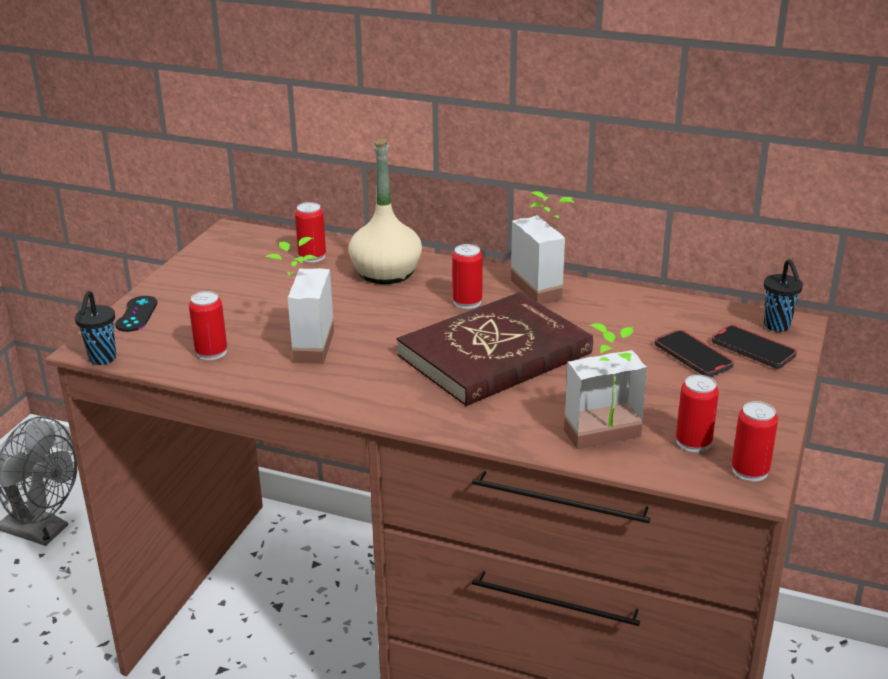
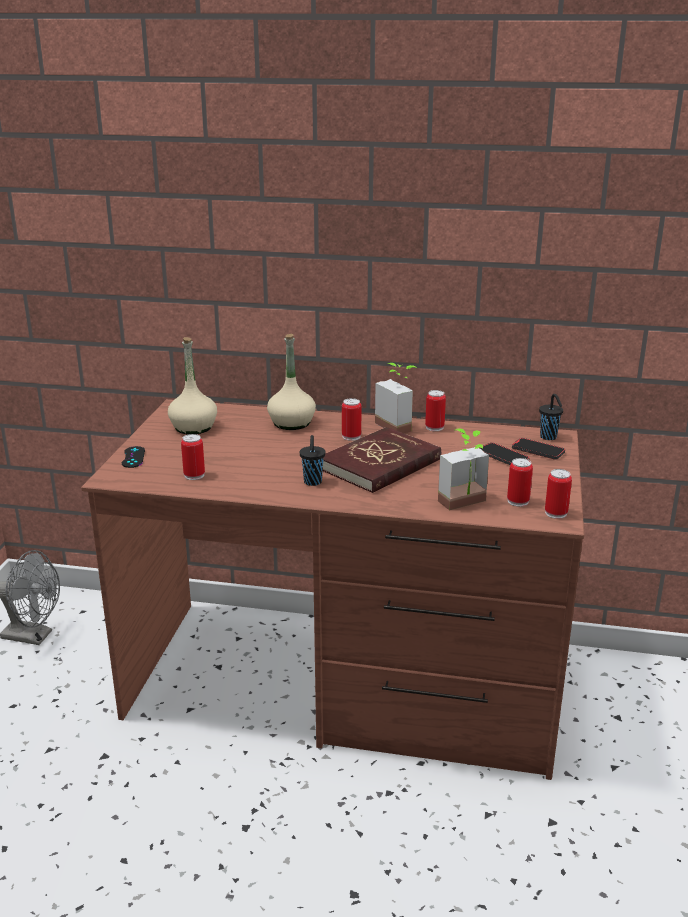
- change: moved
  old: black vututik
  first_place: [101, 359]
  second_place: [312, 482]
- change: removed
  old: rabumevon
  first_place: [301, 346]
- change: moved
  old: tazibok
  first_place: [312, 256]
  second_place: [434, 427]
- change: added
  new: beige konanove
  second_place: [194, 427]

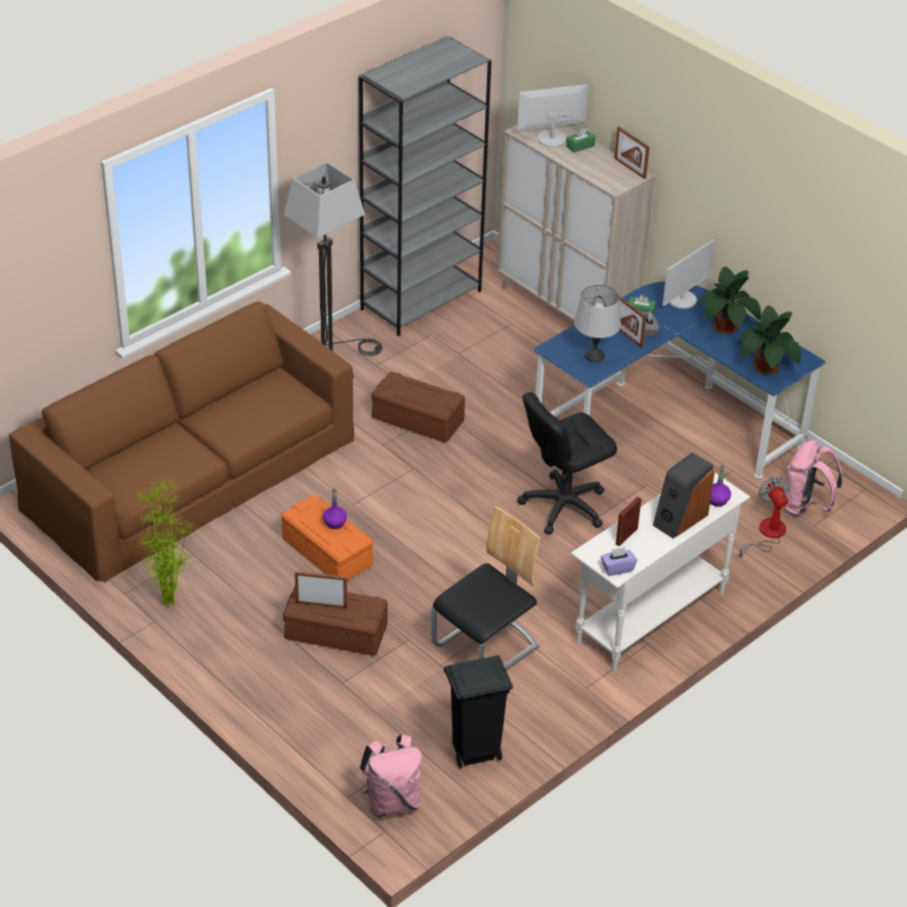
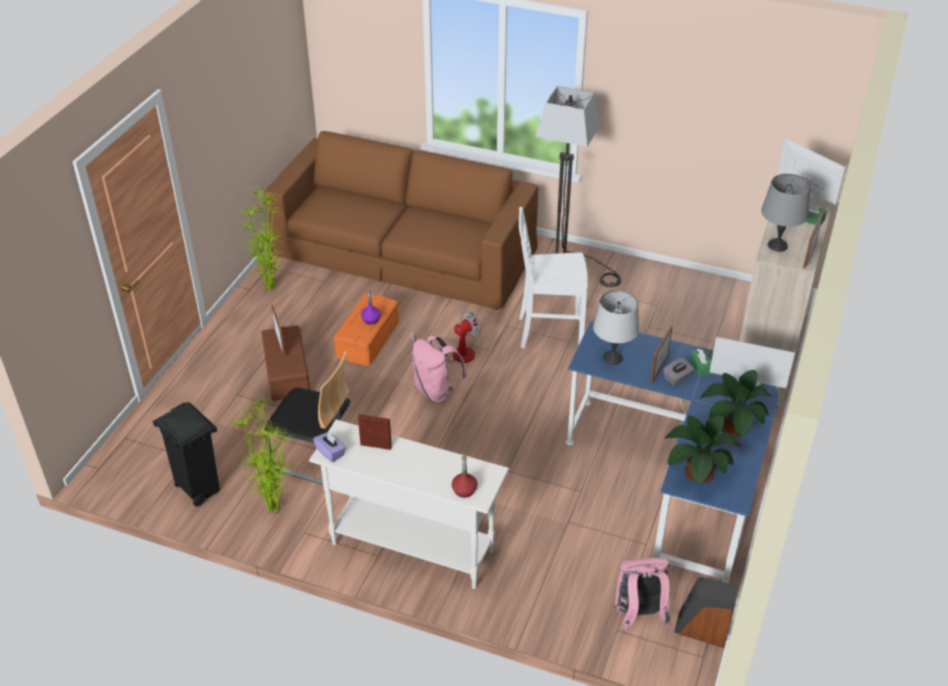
- change: removed
  old: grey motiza
  first_place: [421, 299]
- change: moved
  old: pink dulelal
  first_place: [392, 801]
  second_place: [436, 391]
- change: replaced
  old: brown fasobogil
  new: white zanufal
  first_place: [417, 420]
  second_place: [548, 332]
- change: removed
  old: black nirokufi
  first_place: [563, 505]
- change: moved
  old: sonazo
  first_place: [679, 519]
  second_place: [702, 628]
- change: recoloured
  old: purple konanove
  new: red konanove
  first_place: [717, 500]
  second_place: [464, 490]
- change: moved
  old: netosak
  first_place: [767, 534]
  second_place: [455, 354]
- change: added
  new: rabumevon
  second_place: [273, 508]
- change: added
  new: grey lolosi
  second_place: [778, 245]

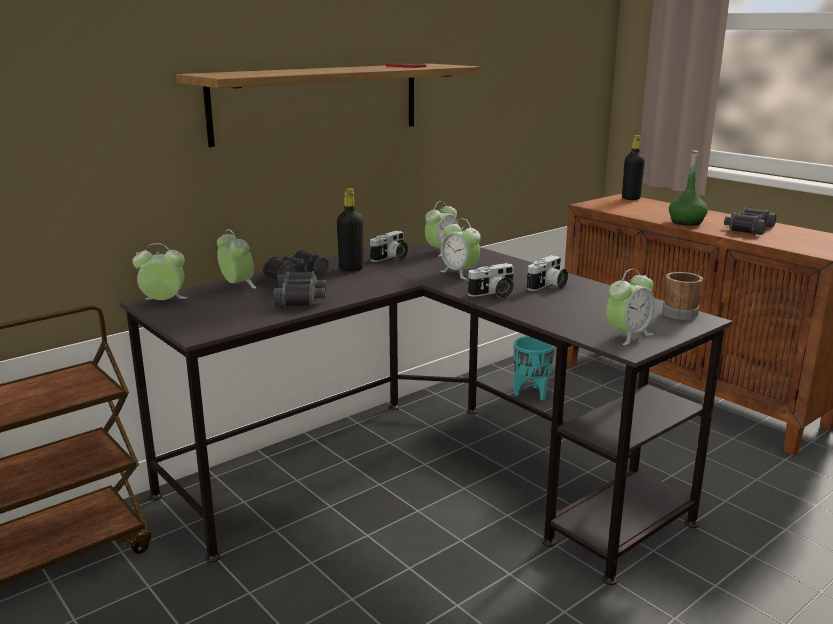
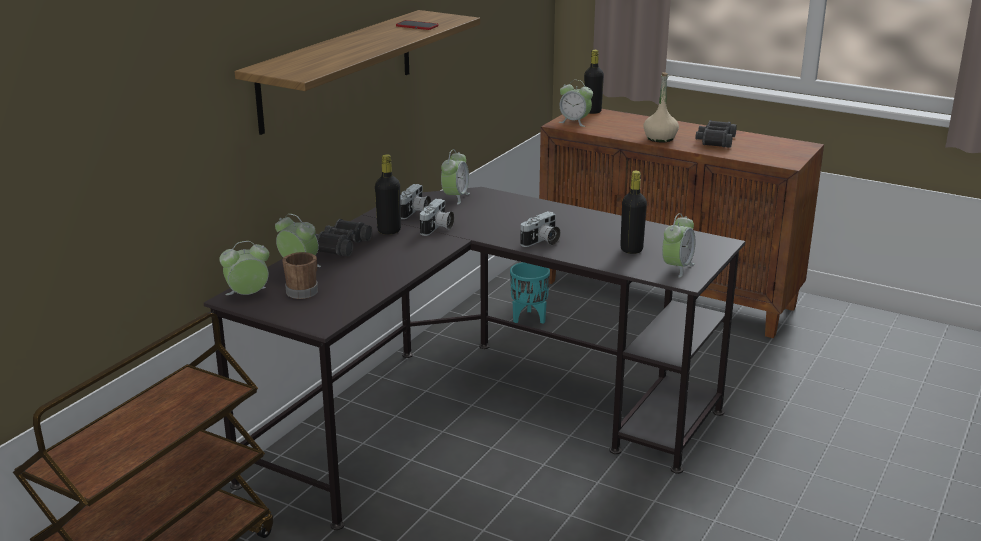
- change: removed
  old: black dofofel
  first_place: [301, 298]
- change: moved
  old: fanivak
  first_place: [459, 273]
  second_place: [575, 122]
- change: moved
  old: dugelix
  first_place: [548, 286]
  second_place: [437, 228]
- change: moved
  old: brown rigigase
  first_place: [682, 313]
  second_place: [304, 290]
- change: recoloured
  old: green konanove
  new: beige konanove
  first_place: [686, 222]
  second_place: [660, 138]
- change: added
  new: black konanove
  second_place: [631, 249]

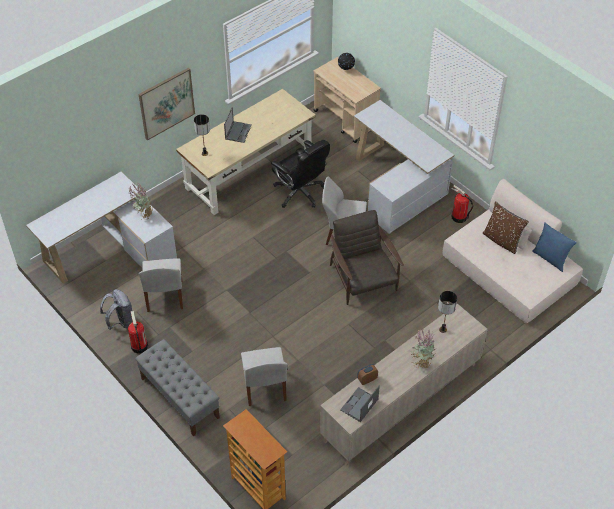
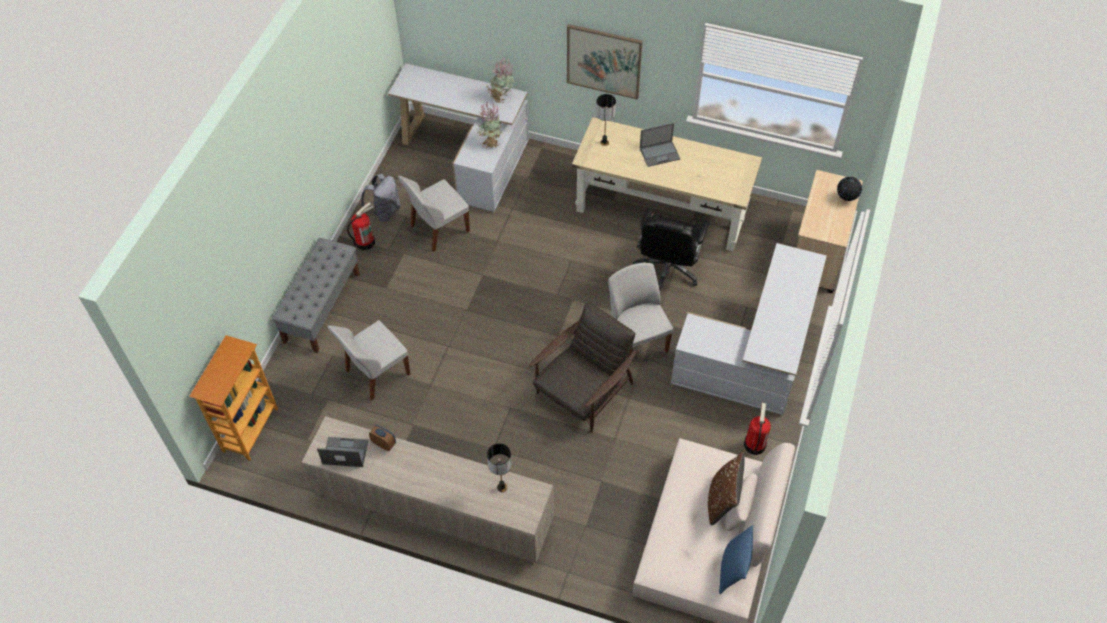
- change: moved
  old: rabumevon
  first_place: [421, 361]
  second_place: [501, 97]

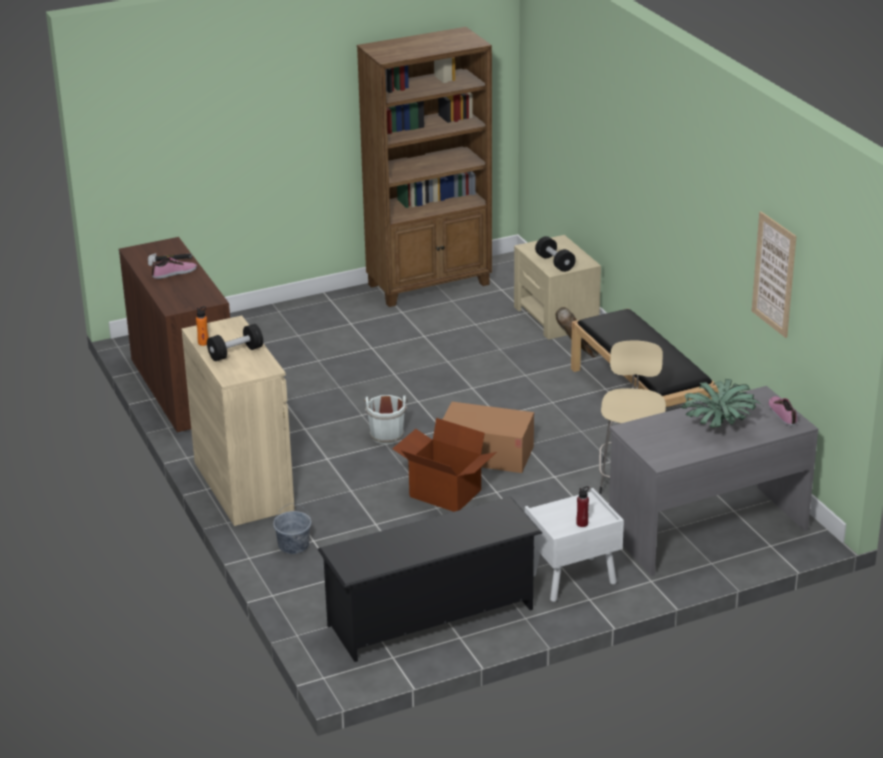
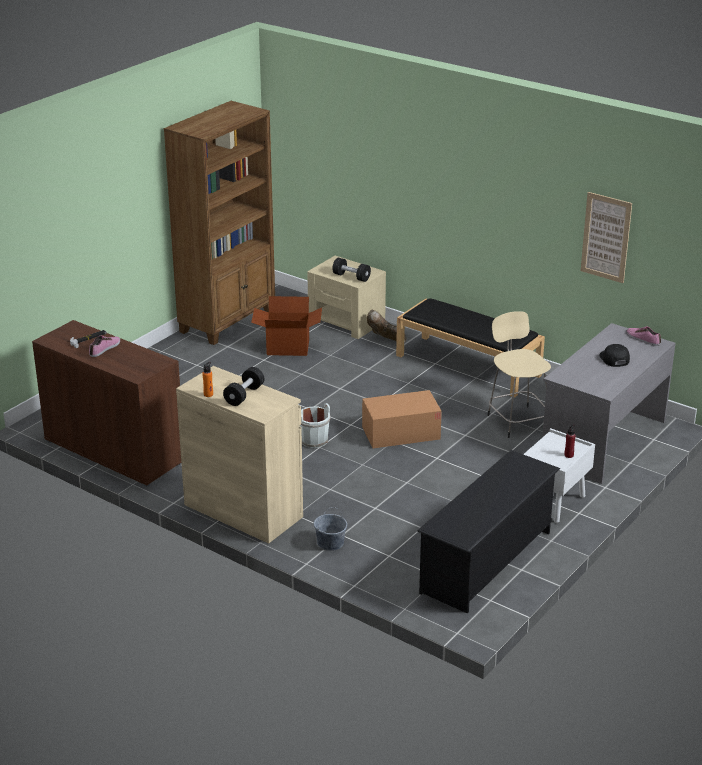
- change: moved
  old: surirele
  first_place: [444, 494]
  second_place: [288, 348]
- change: replaced
  old: rabumevon
  new: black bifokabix
  first_place: [718, 427]
  second_place: [613, 358]

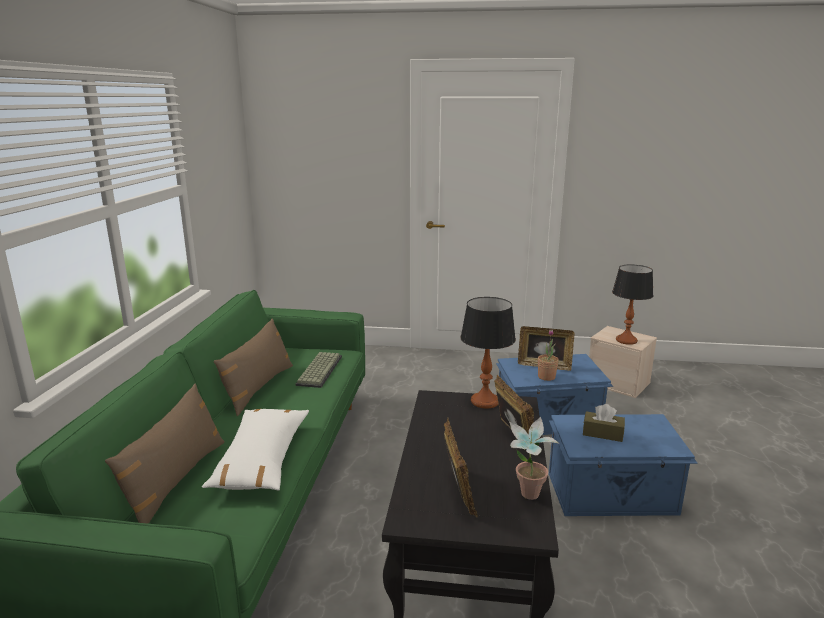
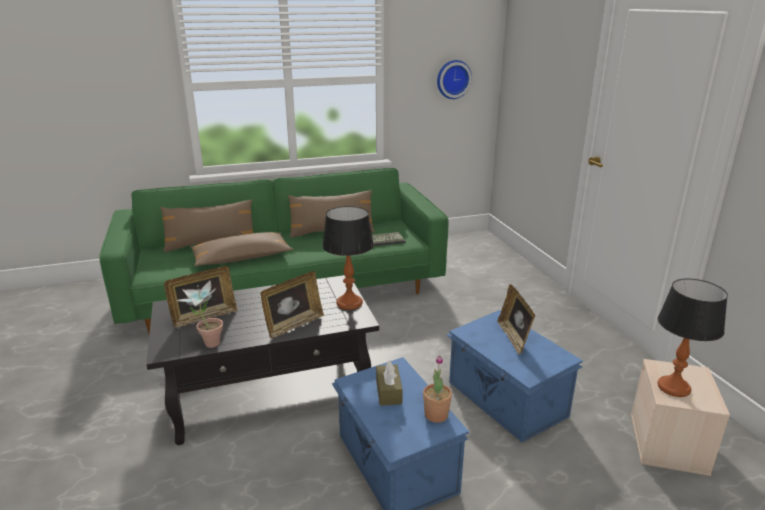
- change: recoloured
  old: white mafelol
  new: brown mafelol
  first_place: [261, 459]
  second_place: [242, 258]
- change: moved
  old: rabumevon
  first_place: [546, 377]
  second_place: [436, 415]
- change: added
  new: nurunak
  second_place: [453, 79]

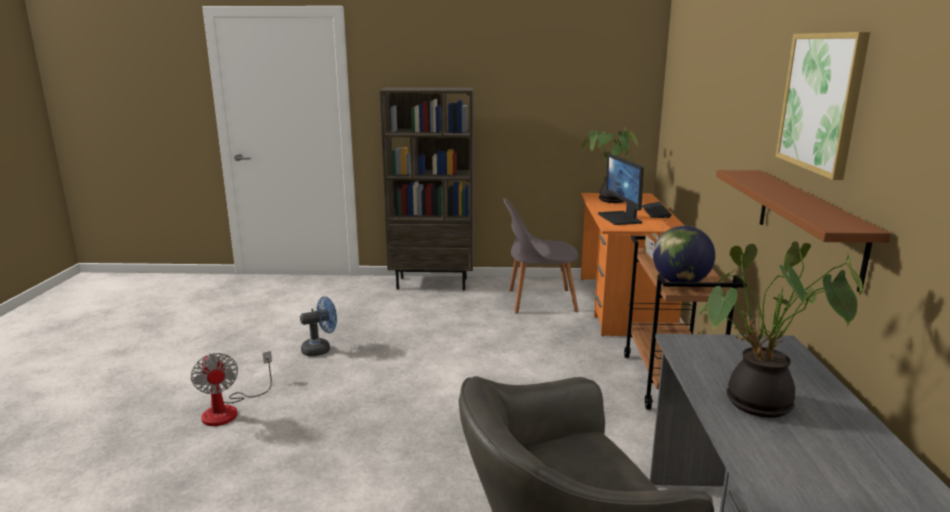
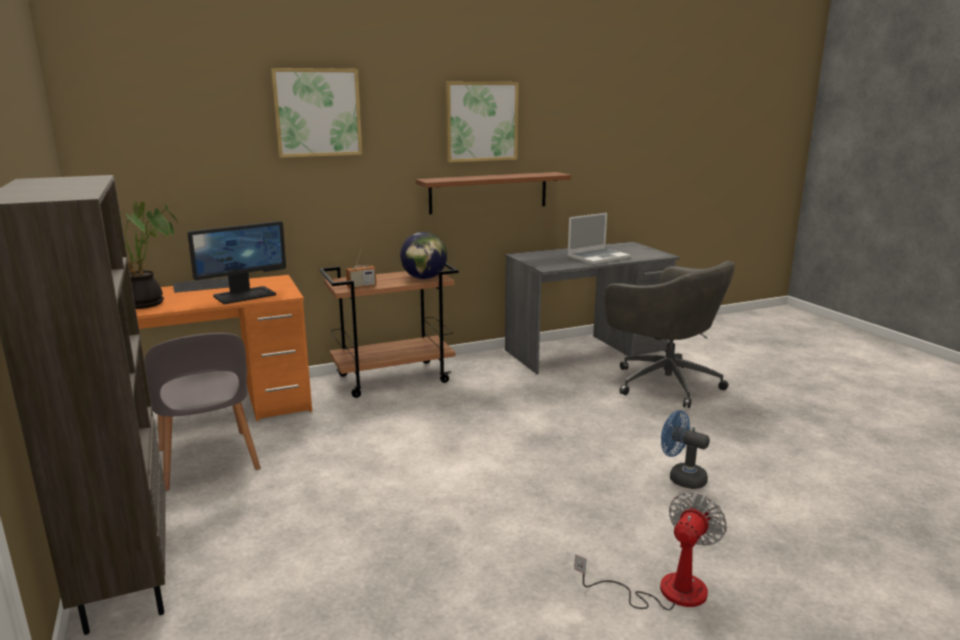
- change: moved
  old: blue netosak
  first_place: [320, 349]
  second_place: [681, 478]
- change: replaced
  old: rabumevon
  new: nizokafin
  first_place: [756, 406]
  second_place: [598, 257]
- change: added
  new: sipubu
  second_place: [317, 112]

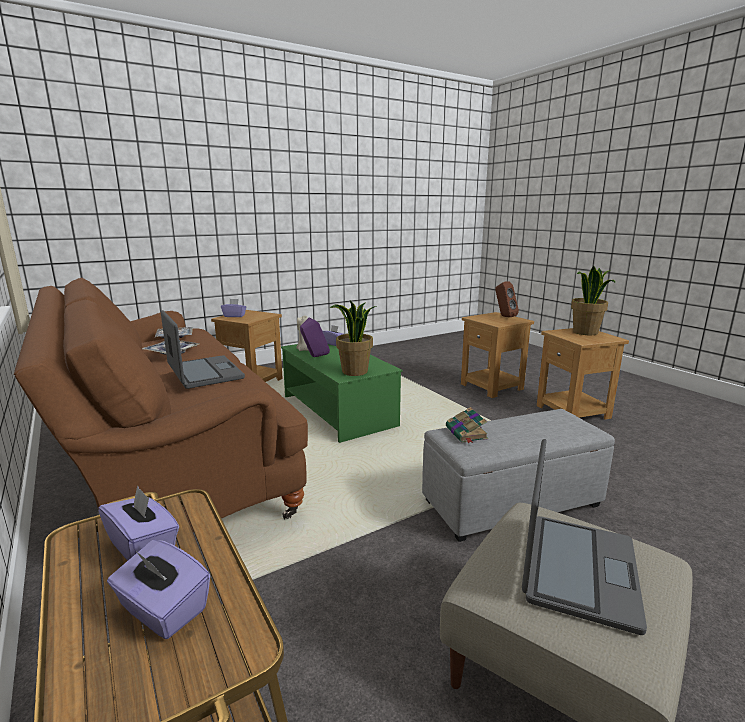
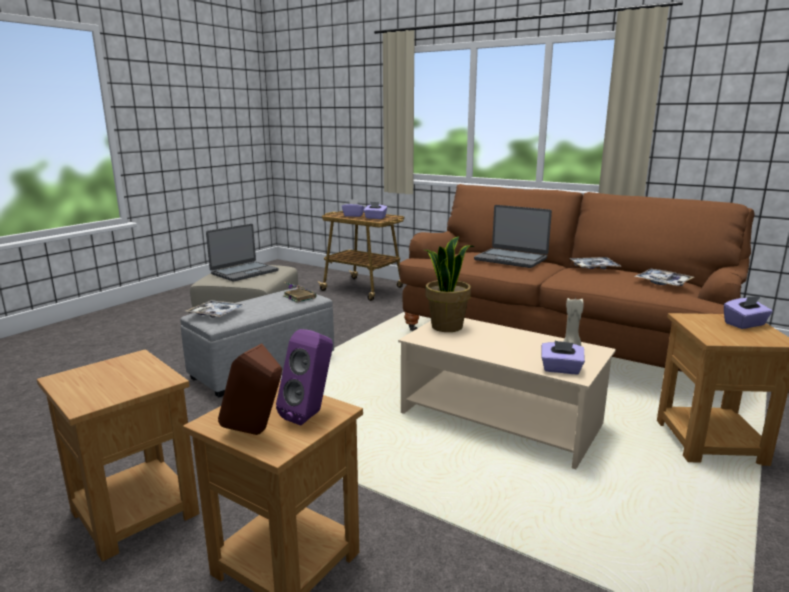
- change: recoloured
  old: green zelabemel
  new: beige zelabemel
  first_place: [337, 410]
  second_place: [501, 419]
- change: moved
  old: purple sonazo
  first_place: [314, 357]
  second_place: [310, 415]
- change: turned
  old: nizokafin
  first_place: [577, 569]
  second_place: [244, 272]
  degrees: -135
- change: removed
  old: rabumevon
  first_place: [585, 332]
- change: added
  new: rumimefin
  second_place: [216, 314]

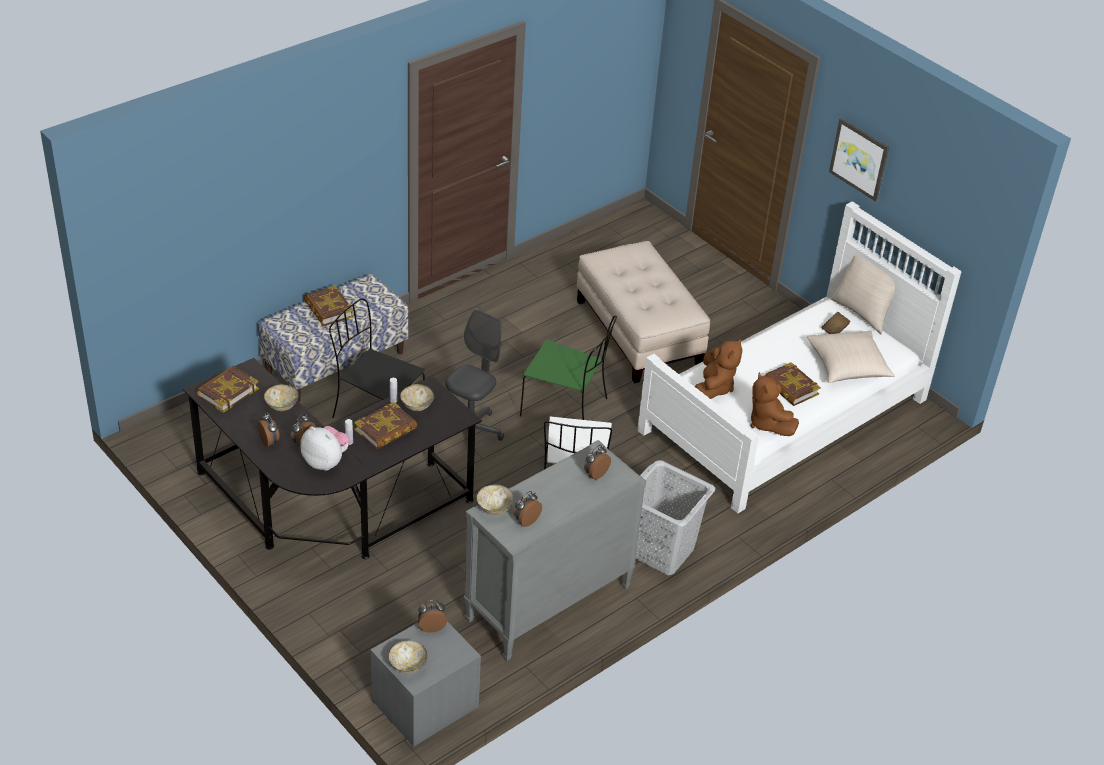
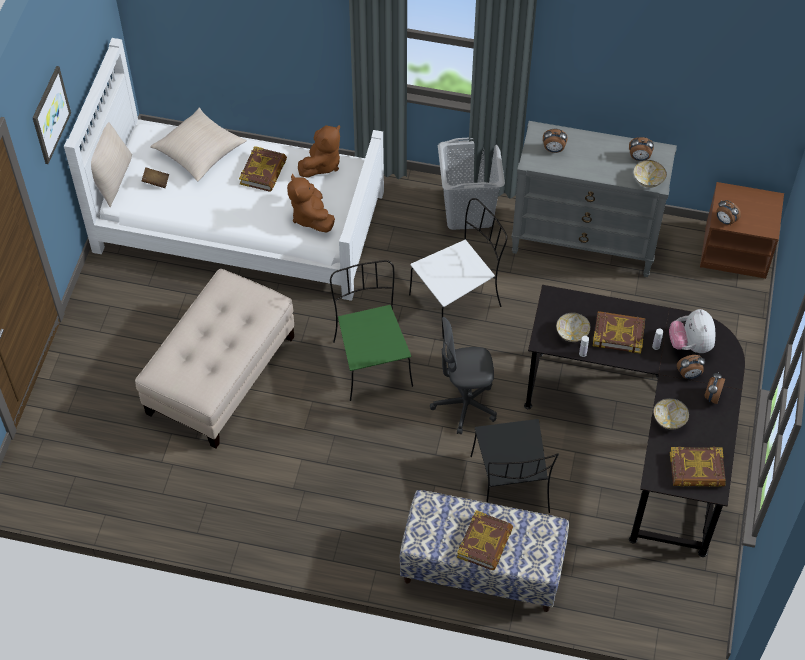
- change: recoloured
  old: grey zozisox
  new: brown zozisox
  first_place: [425, 705]
  second_place: [736, 250]
- change: removed
  old: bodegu
  first_place: [407, 665]
- change: turned
  old: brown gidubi
  first_place: [714, 387]
  second_place: [311, 217]
  degrees: -90

